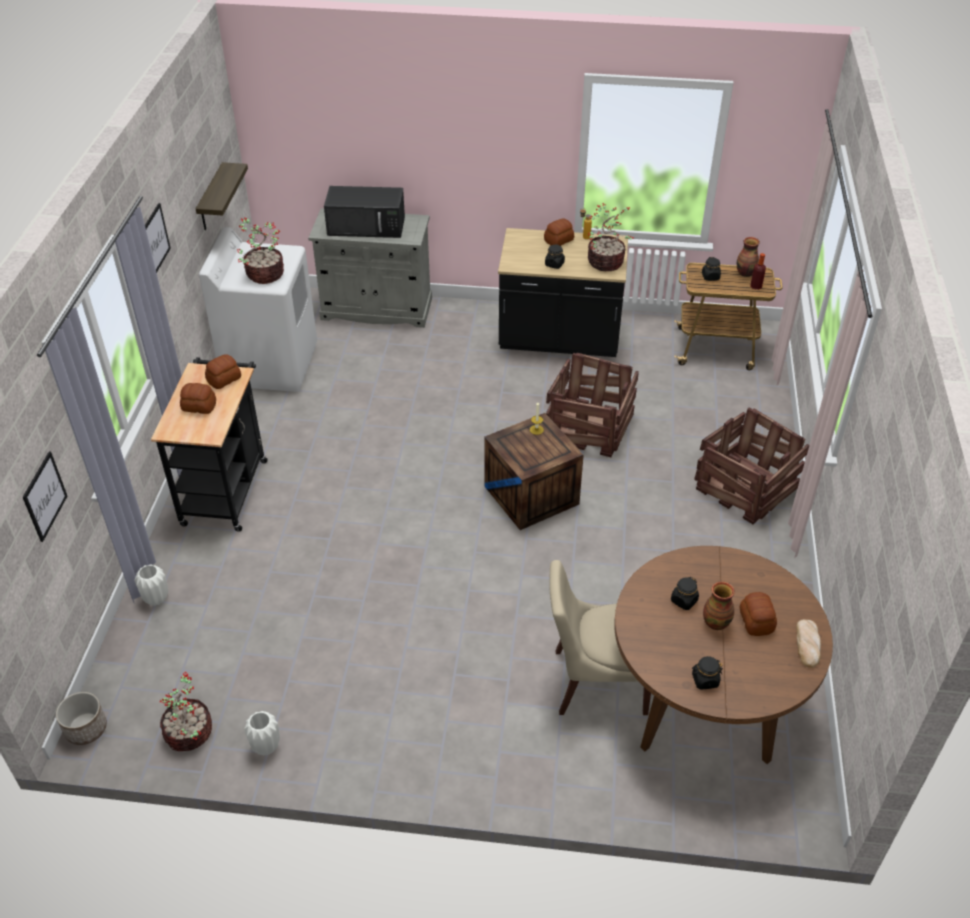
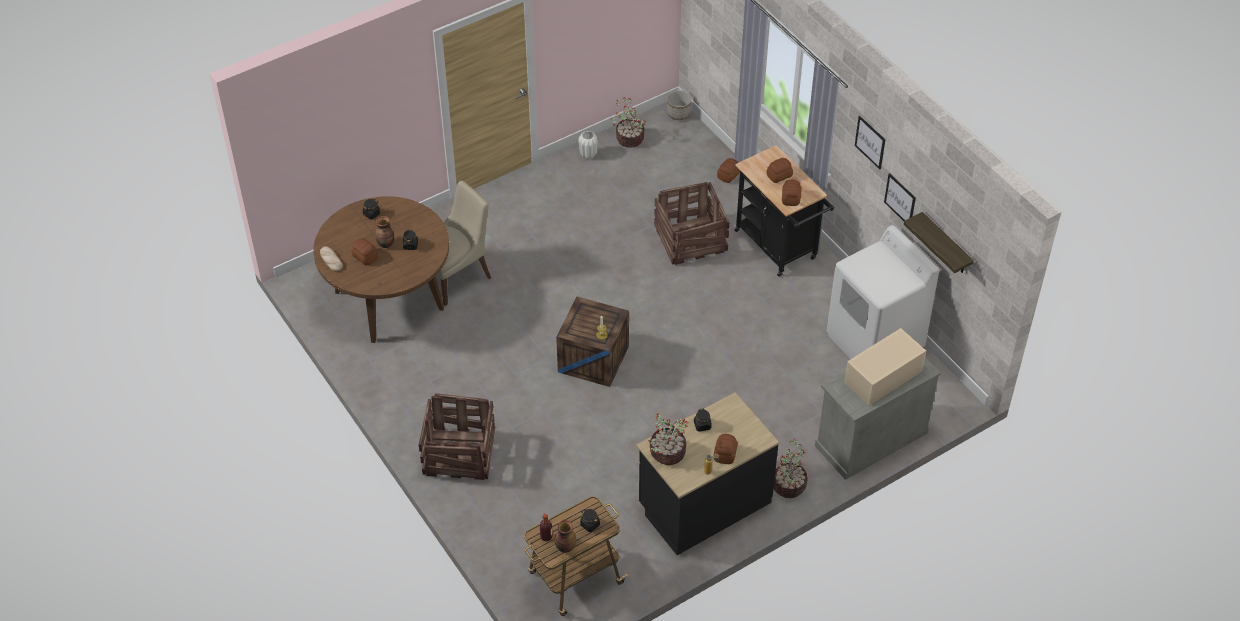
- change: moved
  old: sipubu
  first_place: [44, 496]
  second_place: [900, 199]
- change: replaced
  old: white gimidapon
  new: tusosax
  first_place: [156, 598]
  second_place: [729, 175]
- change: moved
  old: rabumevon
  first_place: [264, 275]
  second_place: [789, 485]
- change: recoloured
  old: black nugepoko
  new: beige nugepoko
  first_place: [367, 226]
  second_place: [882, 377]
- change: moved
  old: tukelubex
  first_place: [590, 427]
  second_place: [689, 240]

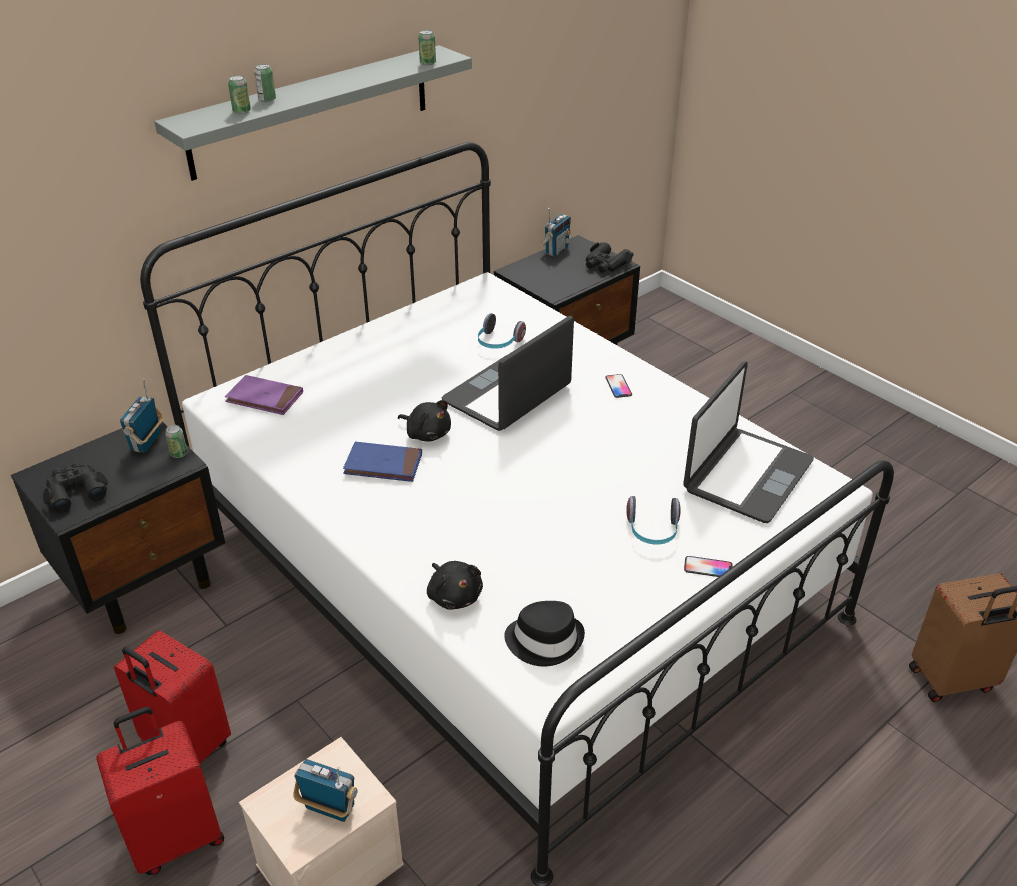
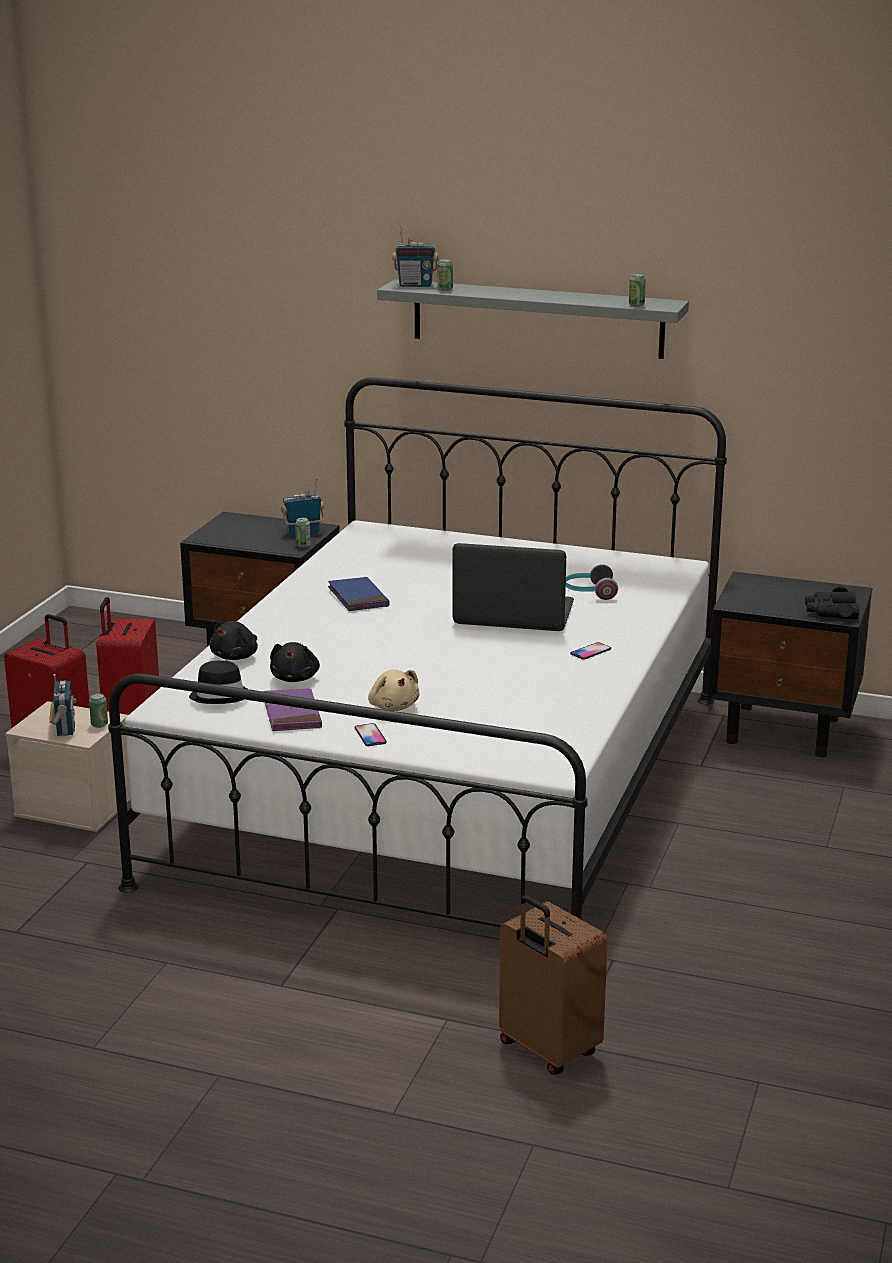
- change: removed
  old: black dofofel
  first_place: [75, 491]
- change: moved
  old: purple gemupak
  first_place: [264, 398]
  second_place: [292, 714]
- change: moved
  old: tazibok
  first_place: [267, 99]
  second_place: [99, 724]
- change: moved
  old: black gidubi
  first_place: [427, 433]
  second_place: [295, 678]
- change: moved
  old: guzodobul
  first_place: [556, 250]
  second_place: [415, 285]
- change: replaced
  old: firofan
  new: beige gidubi
  first_place: [652, 531]
  second_place: [393, 706]
- change: removed
  old: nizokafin
  first_place: [746, 475]

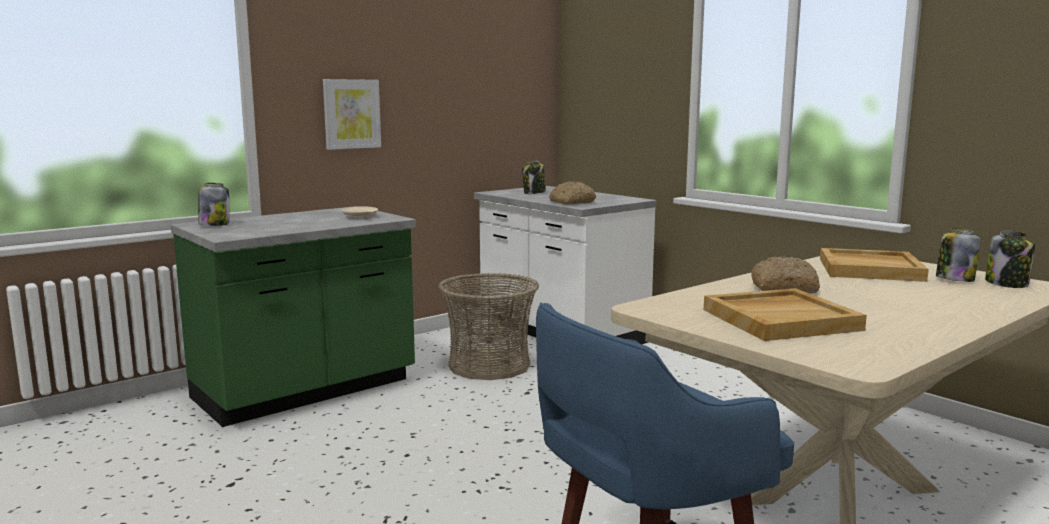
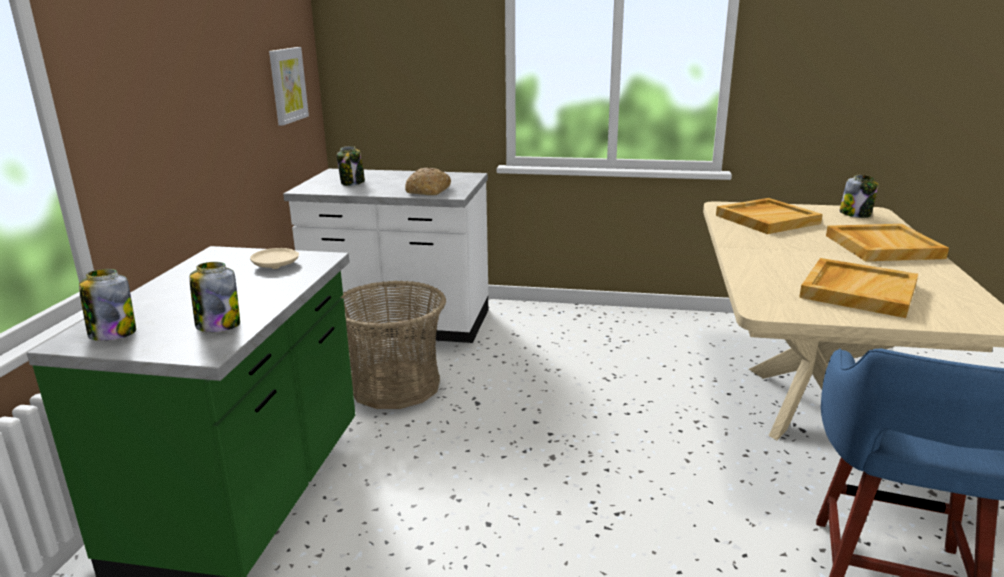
- change: moved
  old: sipubu
  first_place: [351, 114]
  second_place: [287, 85]
- change: removed
  old: tusosax
  first_place: [785, 288]
- change: moved
  old: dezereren
  first_place: [954, 279]
  second_place: [218, 325]
- change: added
  new: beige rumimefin
  second_place: [882, 246]

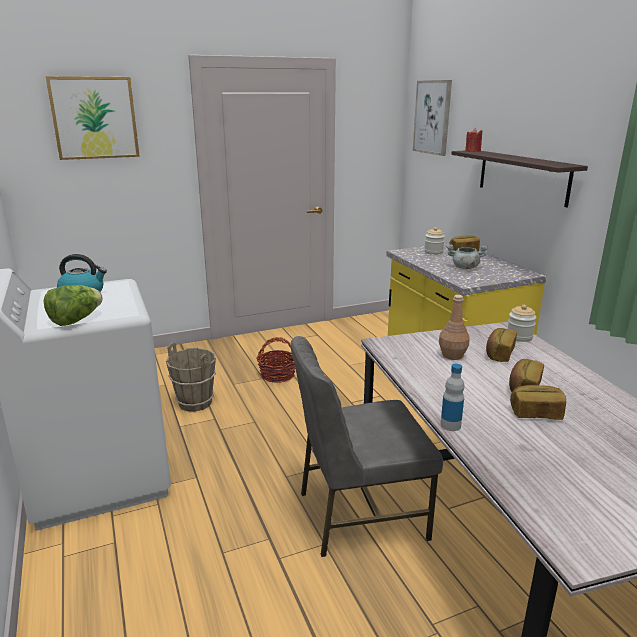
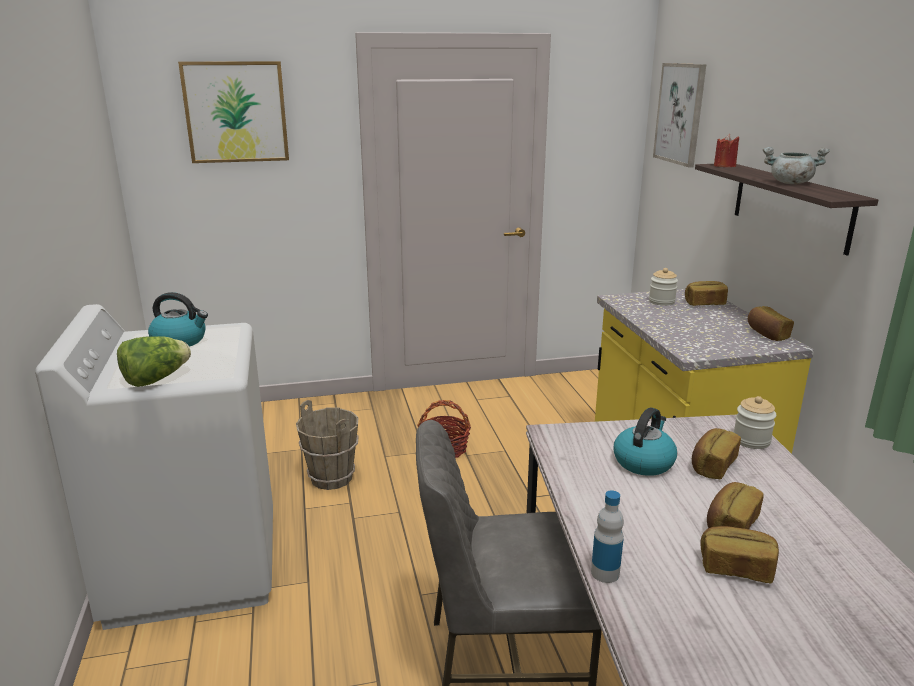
- change: replaced
  old: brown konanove
  new: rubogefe
  first_place: [452, 355]
  second_place: [643, 461]
- change: moved
  old: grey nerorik
  first_place: [464, 267]
  second_place: [790, 183]
- change: added
  new: tusosax
  second_place: [766, 334]

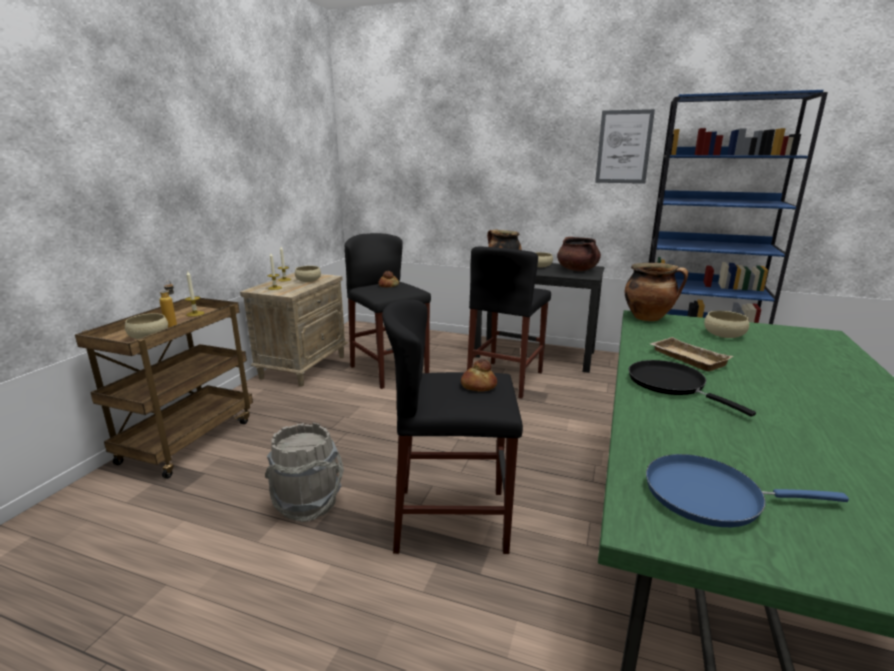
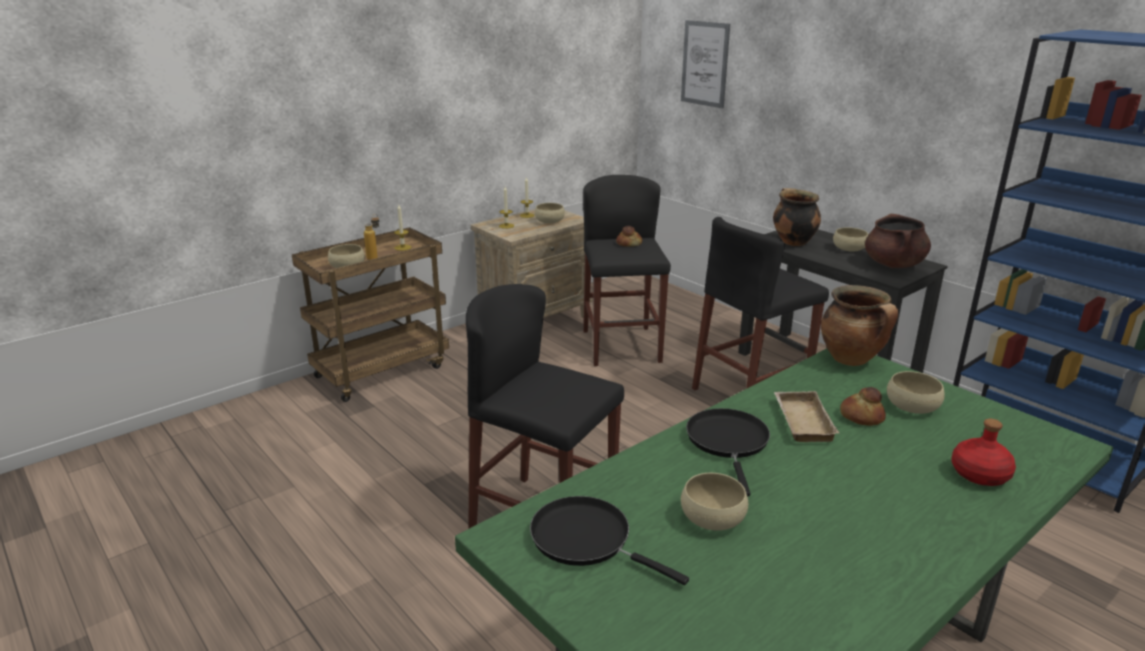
- change: removed
  old: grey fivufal
  first_place: [308, 503]
- change: moved
  old: tusosax
  first_place: [478, 386]
  second_place: [861, 416]
- change: moved
  old: sipubu
  first_place: [623, 147]
  second_place: [705, 64]
- change: recoloured
  old: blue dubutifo
  new: black dubutifo
  first_place: [710, 496]
  second_place: [587, 539]
- change: added
  new: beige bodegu
  second_place: [712, 517]
- change: added
  new: red konanove
  second_place: [979, 474]

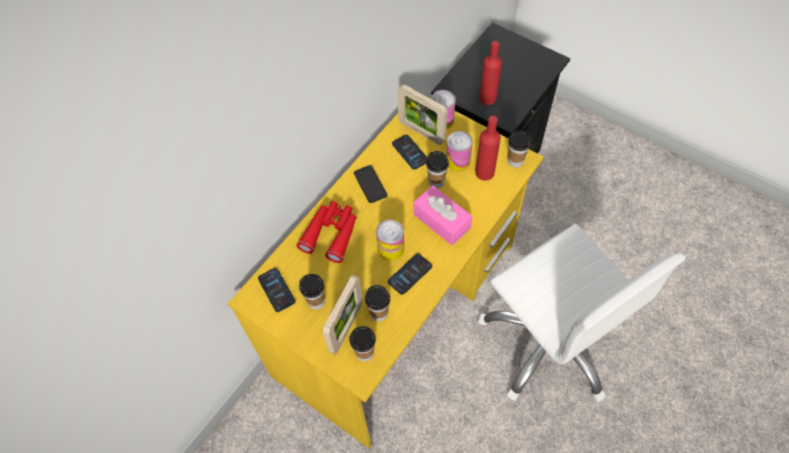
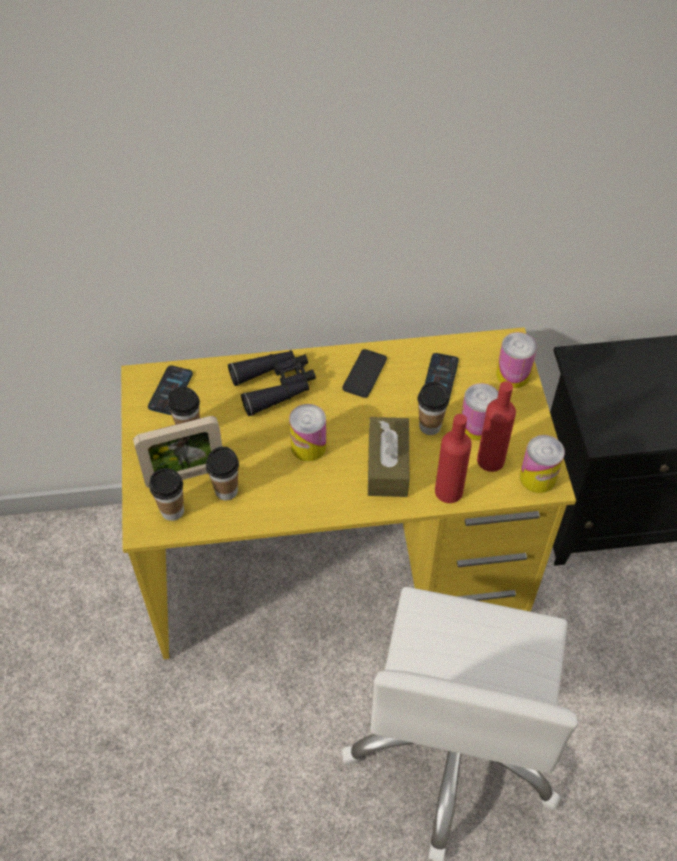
- change: recoloured
  old: red dofofel
  new: black dofofel
  first_place: [331, 233]
  second_place: [275, 385]
- change: removed
  old: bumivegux
  first_place: [410, 274]
- change: removed
  old: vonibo
  first_place: [421, 132]
- change: recoloured
  old: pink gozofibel
  new: brown gozofibel
  first_place: [441, 221]
  second_place: [387, 465]
- change: moved
  old: red konanove
  first_place: [487, 98]
  second_place: [448, 491]
- change: replaced
  old: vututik
  new: tazibok
  first_place: [515, 161]
  second_place: [537, 477]

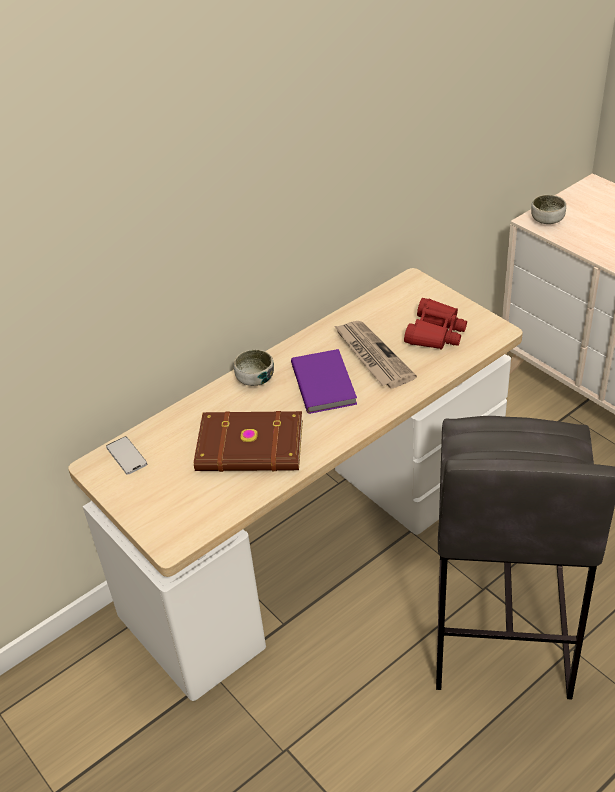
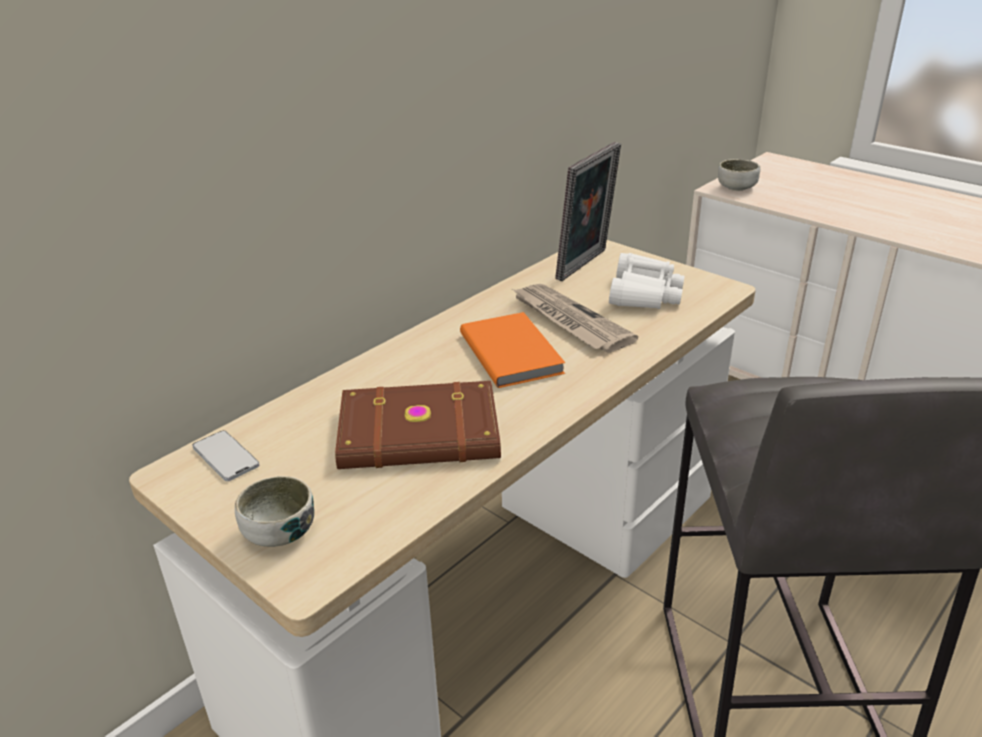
- change: moved
  old: bodegu
  first_place: [255, 378]
  second_place: [279, 532]
- change: recoloured
  old: purple gemupak
  new: orange gemupak
  first_place: [325, 383]
  second_place: [513, 352]
- change: recoloured
  old: red dofofel
  new: white dofofel
  first_place: [435, 333]
  second_place: [644, 294]
- change: added
  new: vonibo
  second_place: [586, 265]

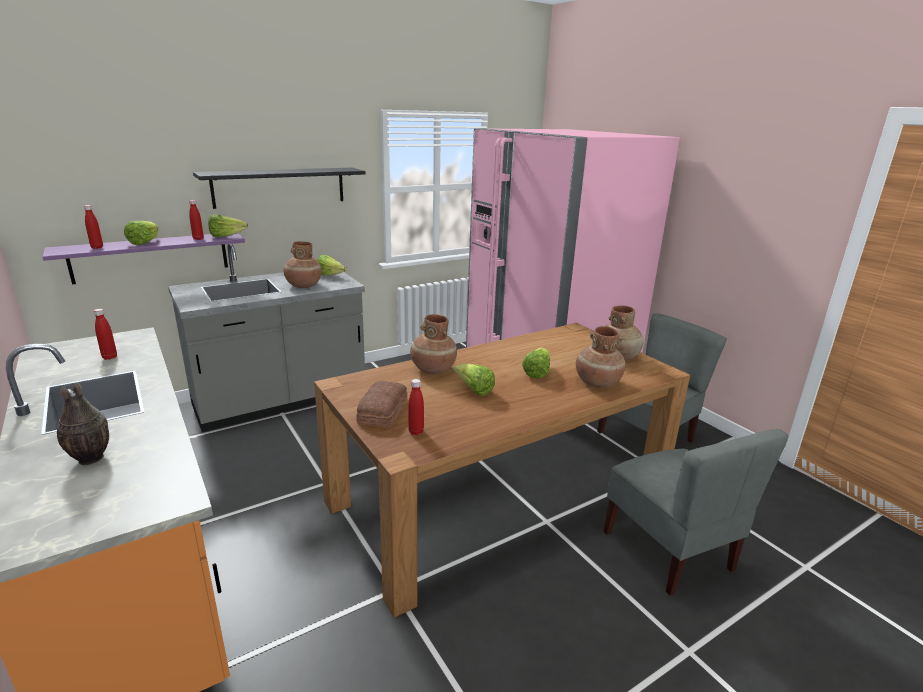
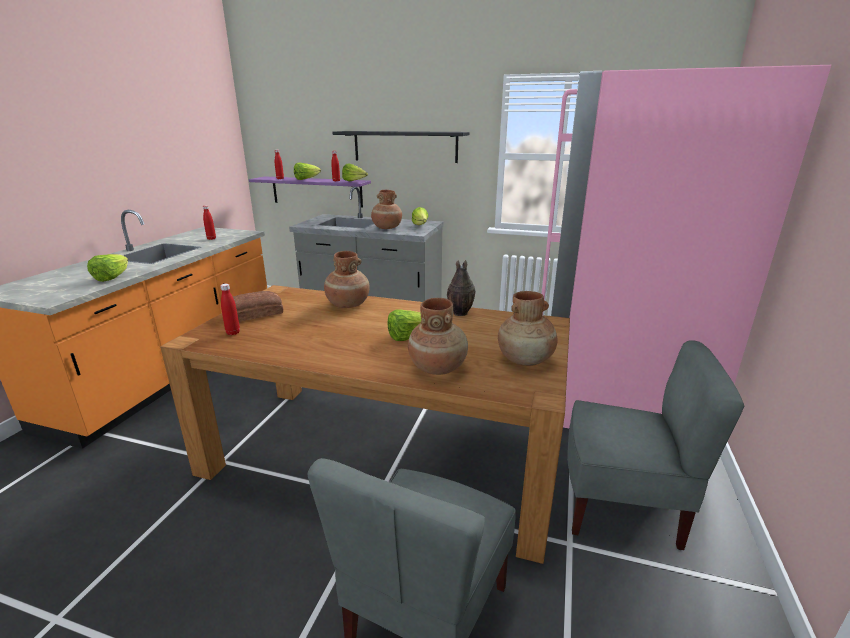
- change: moved
  old: gimidapon
  first_place: [90, 459]
  second_place: [459, 313]
- change: moved
  old: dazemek
  first_place: [474, 390]
  second_place: [112, 278]

